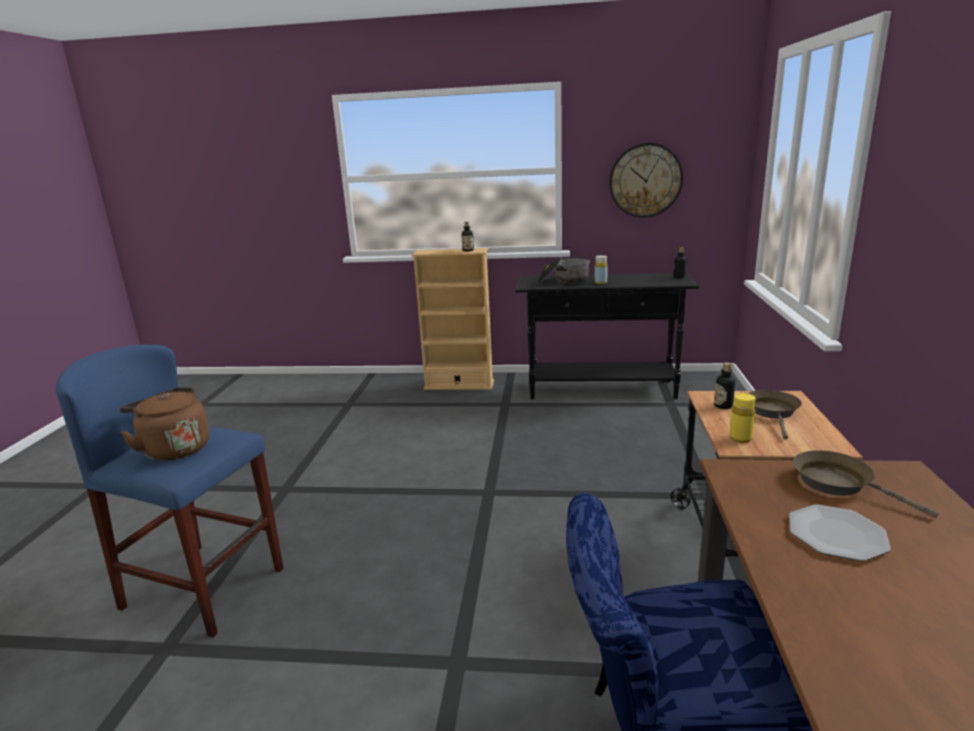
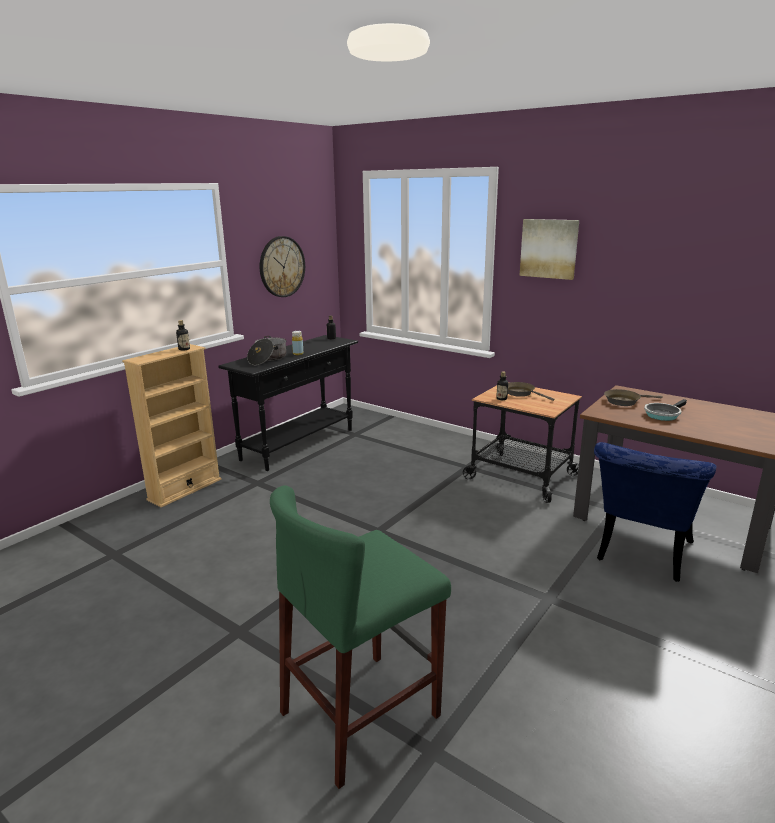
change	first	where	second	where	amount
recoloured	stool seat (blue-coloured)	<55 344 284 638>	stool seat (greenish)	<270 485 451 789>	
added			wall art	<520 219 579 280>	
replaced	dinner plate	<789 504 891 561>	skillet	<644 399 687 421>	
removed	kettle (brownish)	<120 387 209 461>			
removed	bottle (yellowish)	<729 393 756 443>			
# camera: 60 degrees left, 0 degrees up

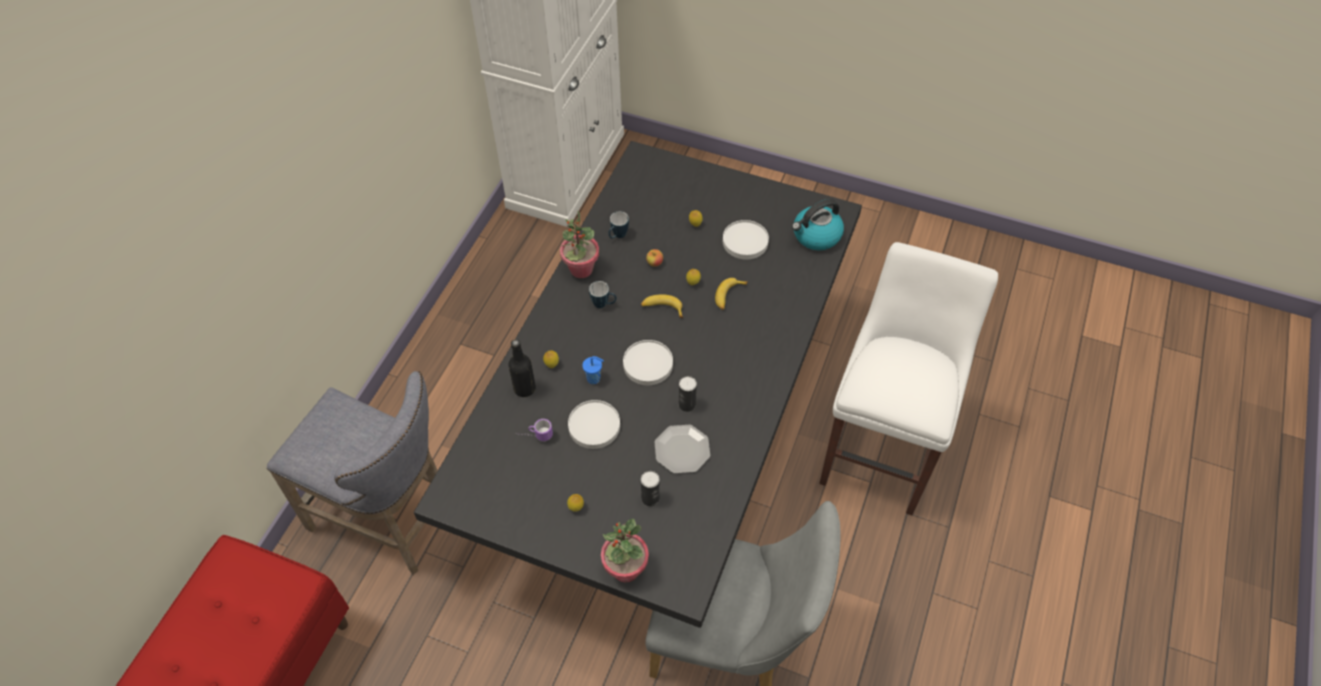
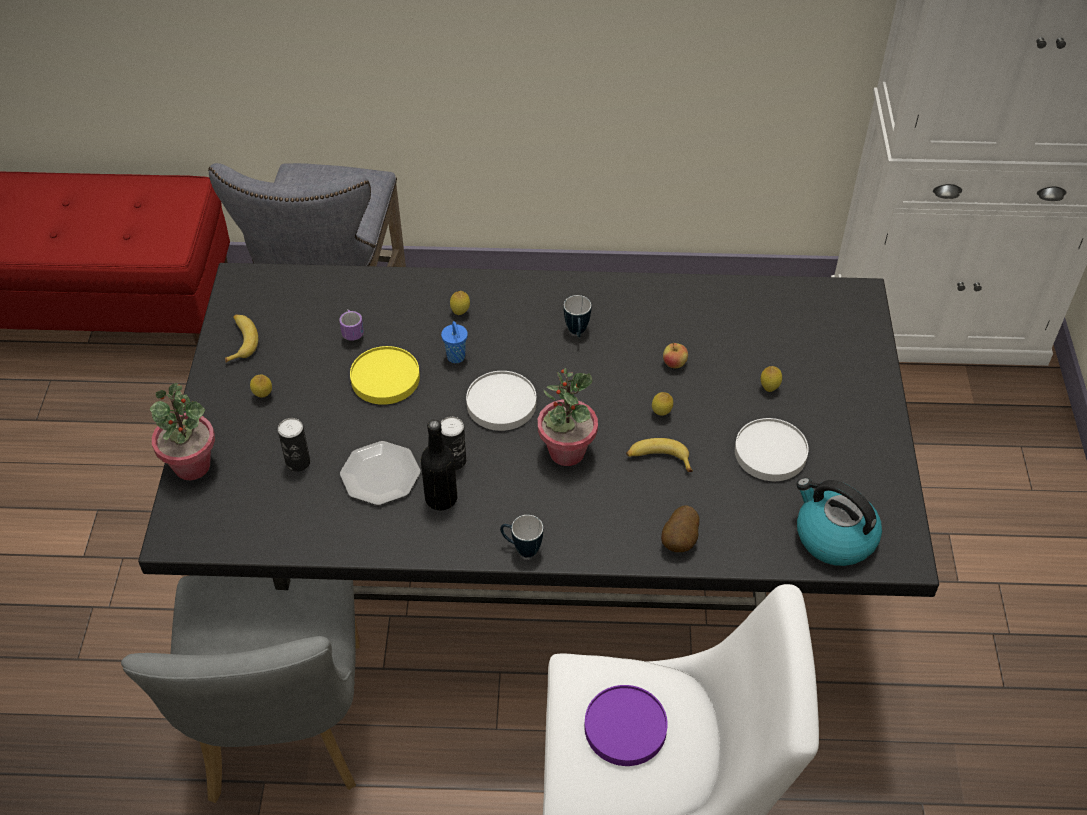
change	first	where	second	where	amount
moved	banana fruit	<641 294 683 318>		<225 314 258 363>	
recoloured	dinner plate (white)	<568 400 620 449>	dinner plate (yellowish)	<350 346 420 405>	
moved	bottle (black-coloured)	<508 339 536 397>		<421 420 457 511>	
moved	mug	<608 211 629 238>		<500 515 543 558>	
moved	potted plant	<560 211 599 278>		<538 368 598 466>	
added			dinner plate (purple)	<584 685 668 766>	
added			whole potato	<661 506 699 552>	
# camera: 70 degrees right, 5 degrees down

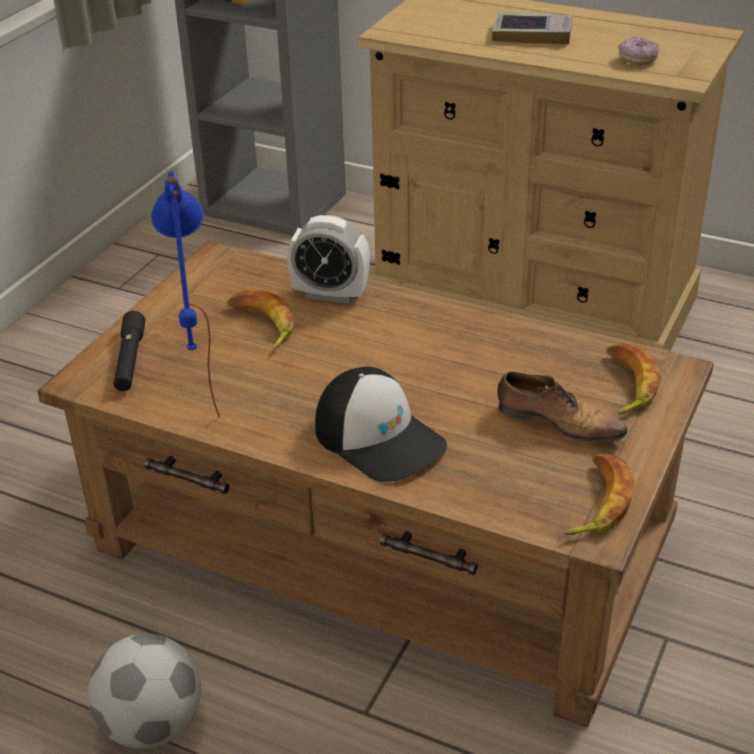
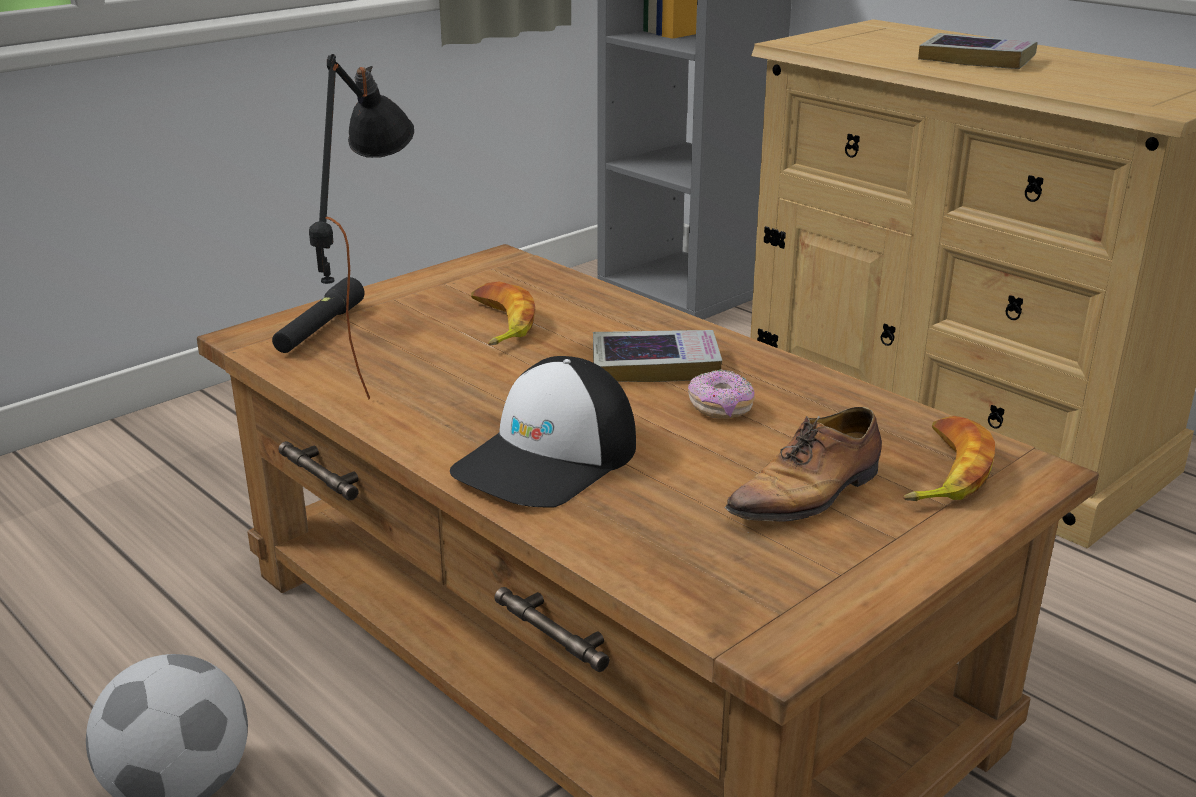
change	first	where	second	where	amount
recoloured	lamp for a table (blue-coloured)	<151 172 220 418>	lamp for a table (black-coloured)	<309 54 414 400>	
turned	peaked cap	<315 367 447 482>		<450 356 636 507>	60 degrees clockwise
added			bound book	<593 330 722 382>	
moved	ring doughnut	<618 37 659 65>		<688 370 755 419>	
turned	shoe	<498 372 628 442>		<725 407 882 533>	90 degrees clockwise
removed	table clock	<287 215 370 304>			
removed	banana fruit	<564 454 634 535>			
# camera: 20 degrees right, 10 degrees down

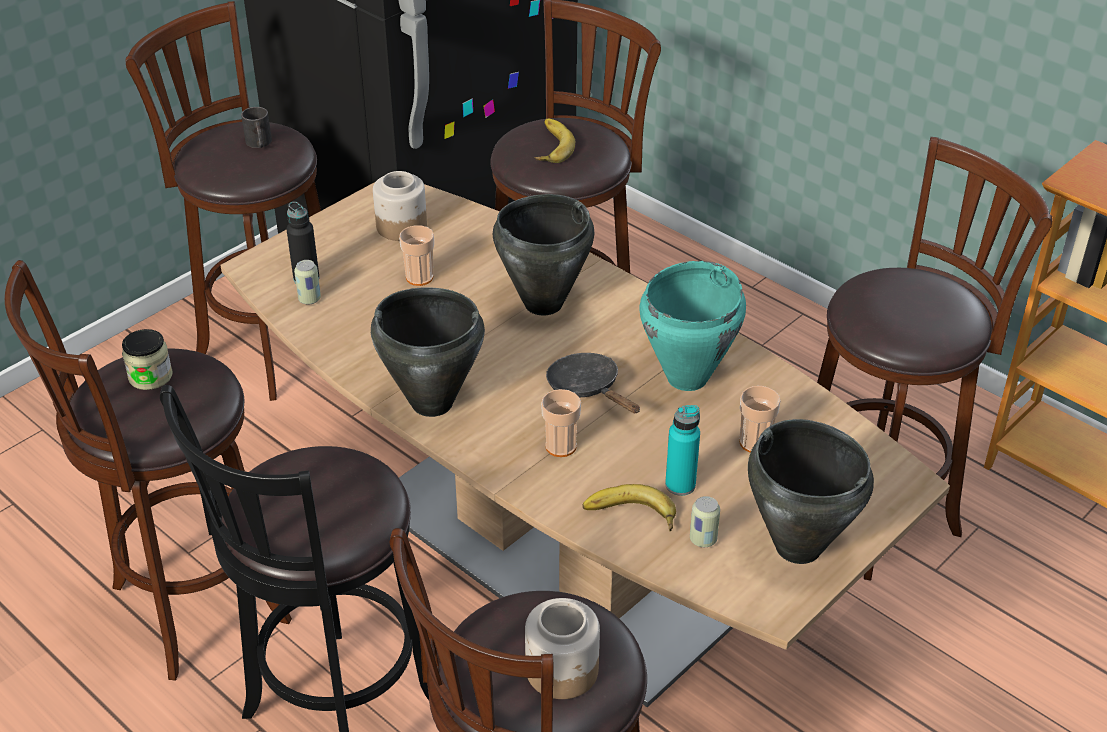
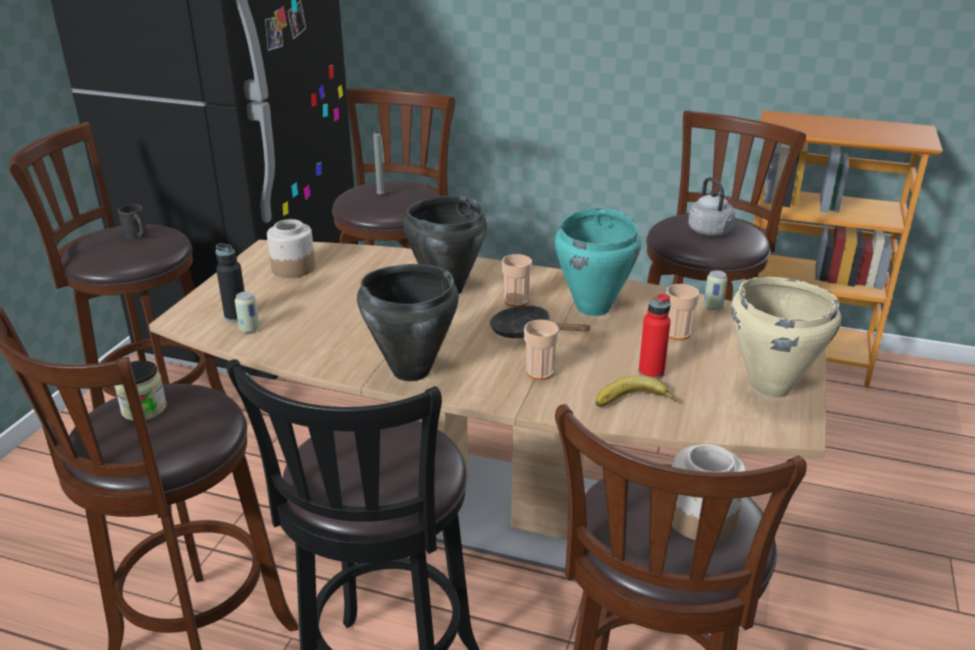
change	first	where	second	where	amount
replaced	banana fruit	<534 119 575 163>	wax candle (gray)	<371 129 385 196>	
moved	cup	<399 225 434 286>		<502 254 532 307>	
recoloured	bottle (blue-green)	<665 405 700 496>	bottle (red)	<638 293 671 379>	
added			kettle (gray)	<688 177 735 236>	
moved	can	<690 496 720 547>		<704 270 728 310>	
recoloured	stockpot (black-coloured)	<748 419 874 564>	stockpot (beige-coloured)	<732 277 841 398>	
# camera: 25 degrees left, 10 degrees down

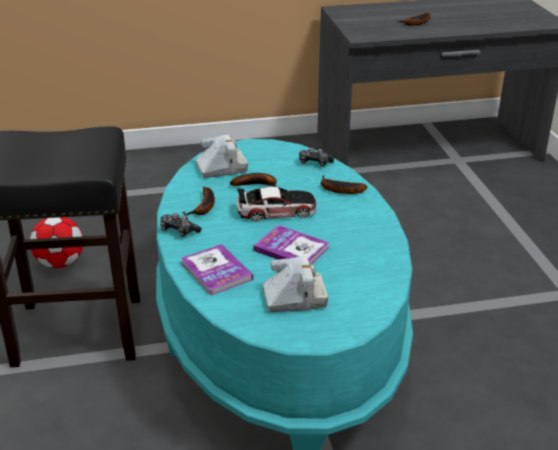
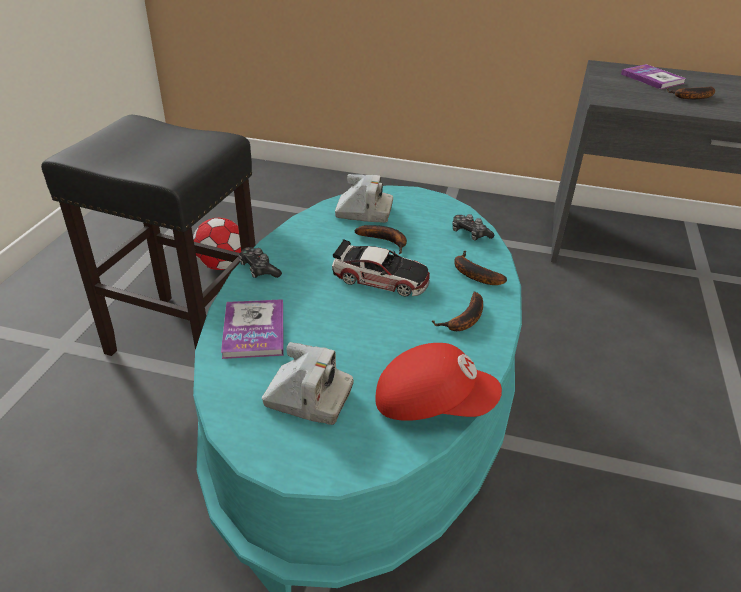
change	first	where	second	where	amount
added			peaked cap (red)	<375 343 502 421>	
moved	banana fruit	<183 187 215 215>		<432 292 483 331>	
moved	bound book	<254 225 330 265>		<621 64 686 89>	
# camera: 25 degrees right, 5 degrees up

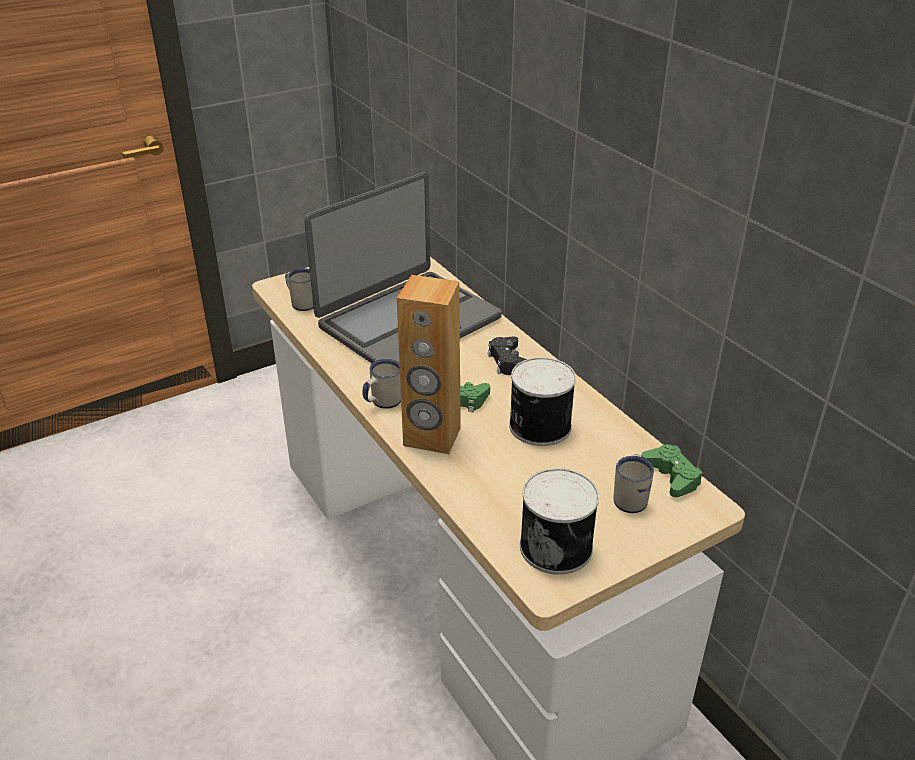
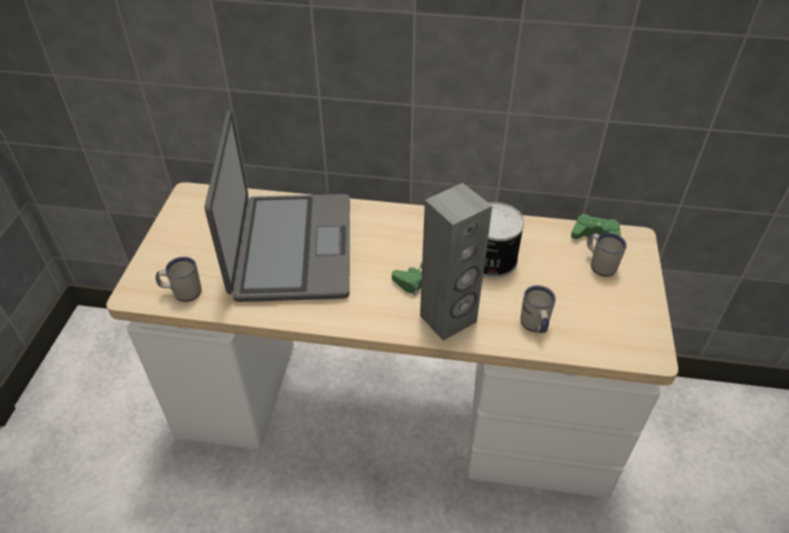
change	first	where	second	where	amount
recoloured	speaker (brownish)	<397 275 461 454>	speaker (gray)	<420 183 492 341>	
moved	mug (white)	<362 359 401 409>		<520 285 556 333>	
removed	game controller (black-coloured)	<487 336 527 375>			
removed	can	<520 468 599 575>			
# camera: 50 degrees left, 10 degrees up

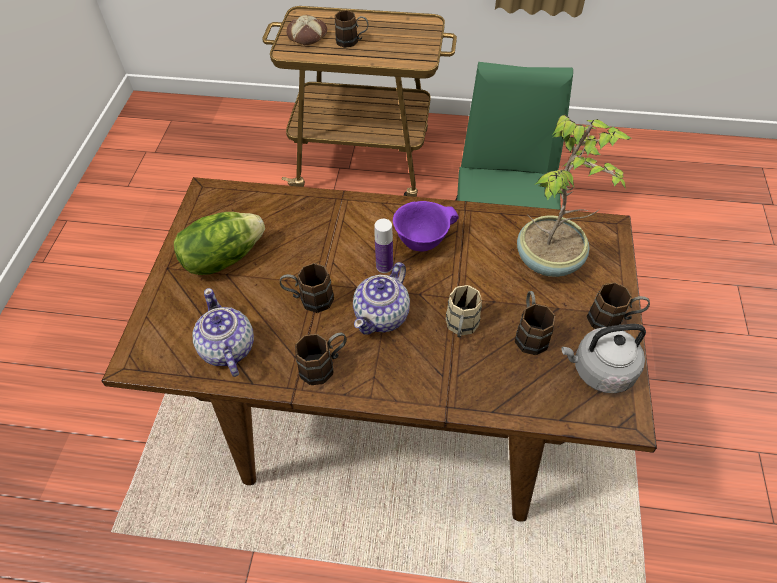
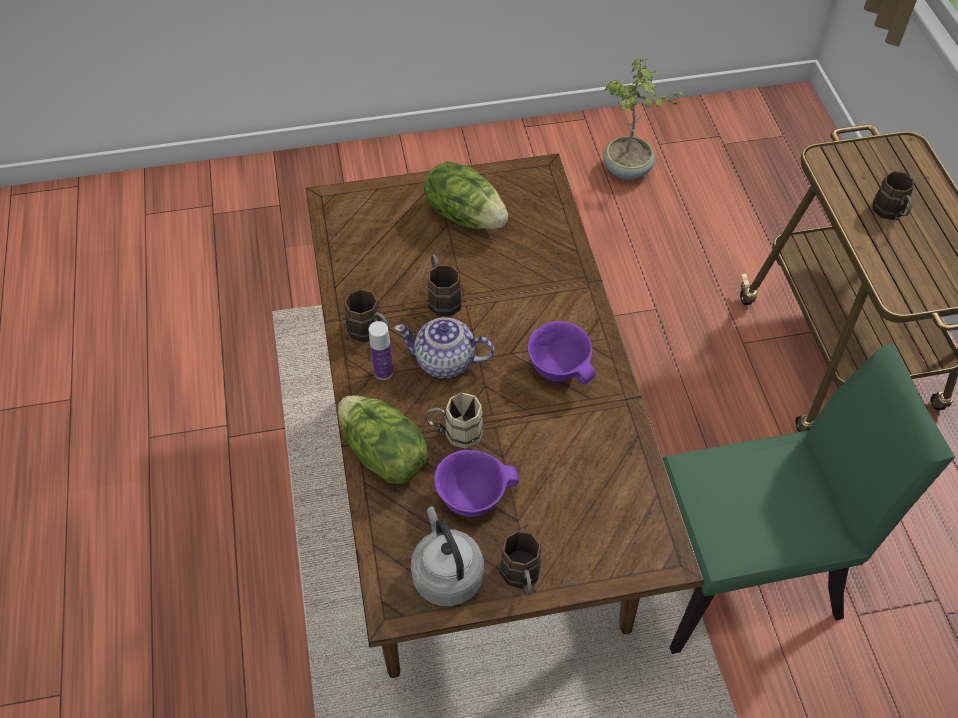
change	first	where	second	where	amount
added			lettuce head	<338 395 428 484>	
moved	bottle	<374 219 393 273>		<369 321 393 380>	
replaced	mug (brownish)	<515 291 556 355>	deep dish (purple)	<434 450 519 517>	
moved	potted plant	<517 115 633 277>		<603 58 686 180>	
removed	tea pot	<192 288 254 377>			
removed	baked bread	<286 15 327 45>			
# camera: 70 degrees right, 0 degrees up

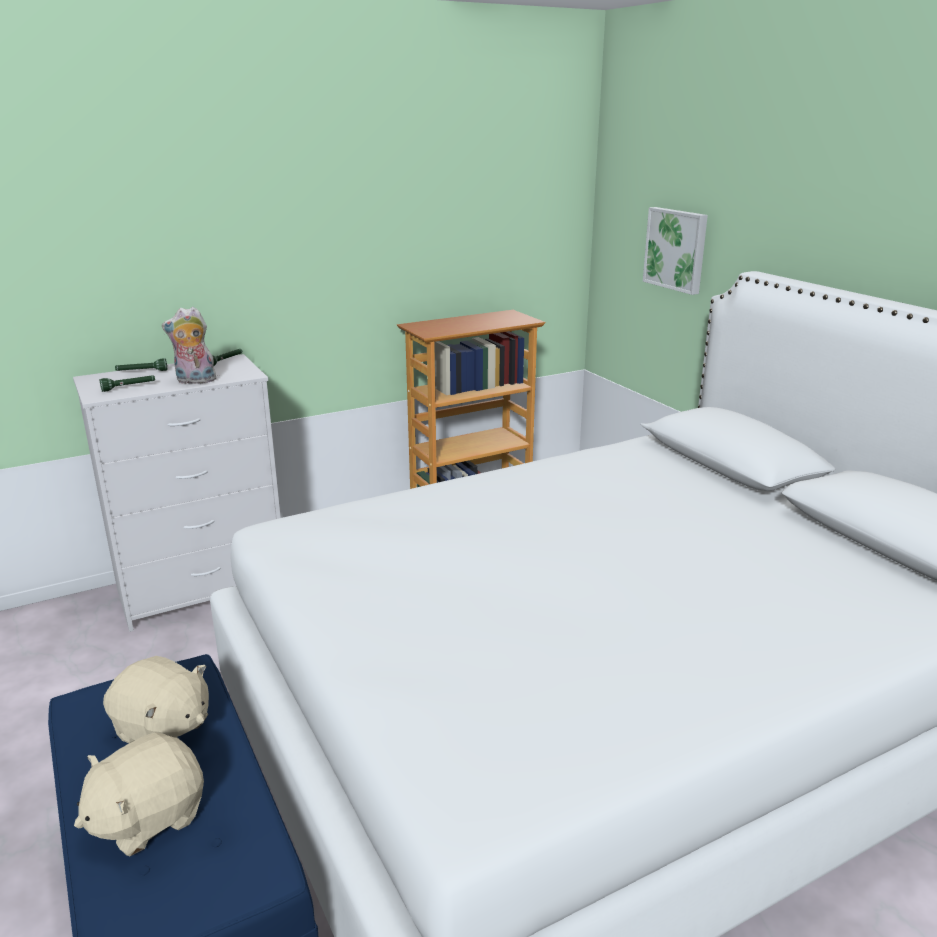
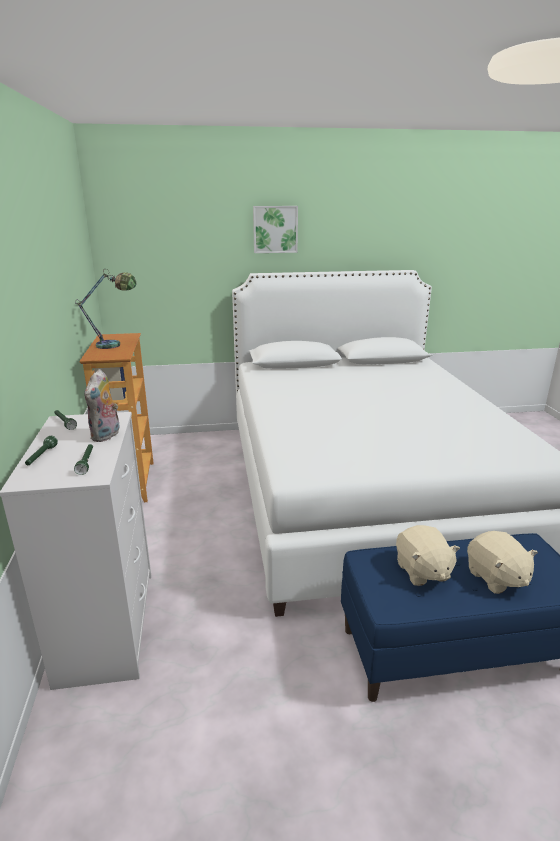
change	first	where	second	where	amount
added			lamp for a table	<75 269 137 349>	
moved	wall art	<643 207 708 295>		<253 206 298 253>	
turned	soft toy (beige-coloured)	<103 656 209 743>		<396 525 460 586>	120 degrees clockwise
# camera: 70 degrees left, 0 degrees up

